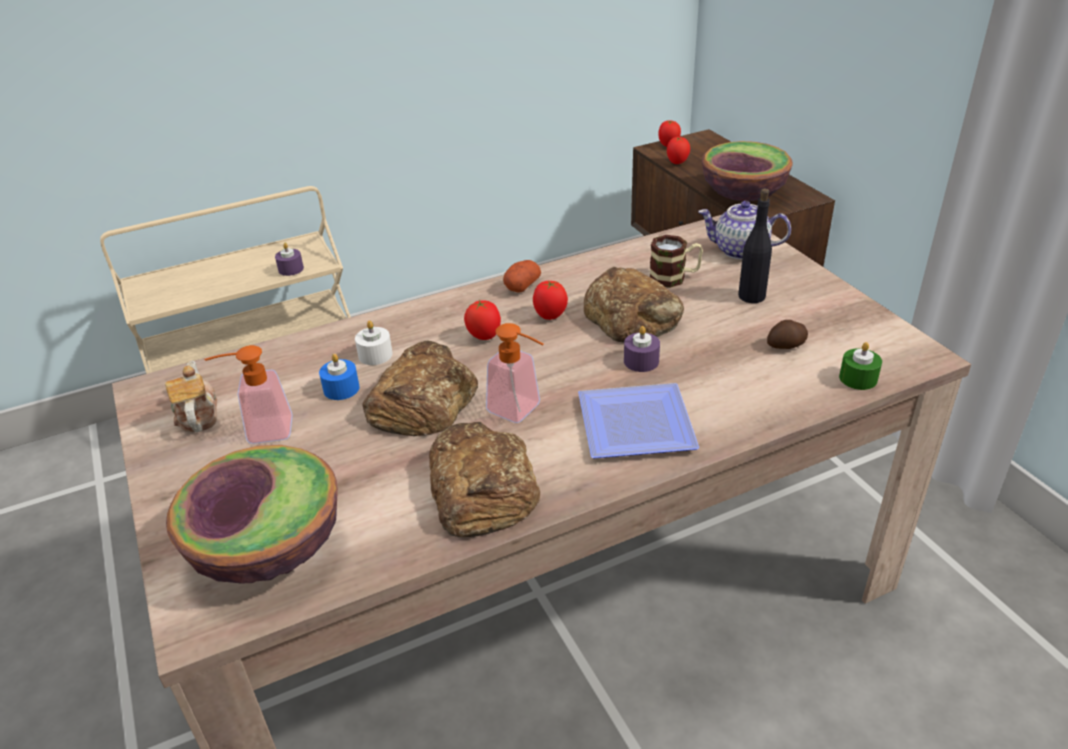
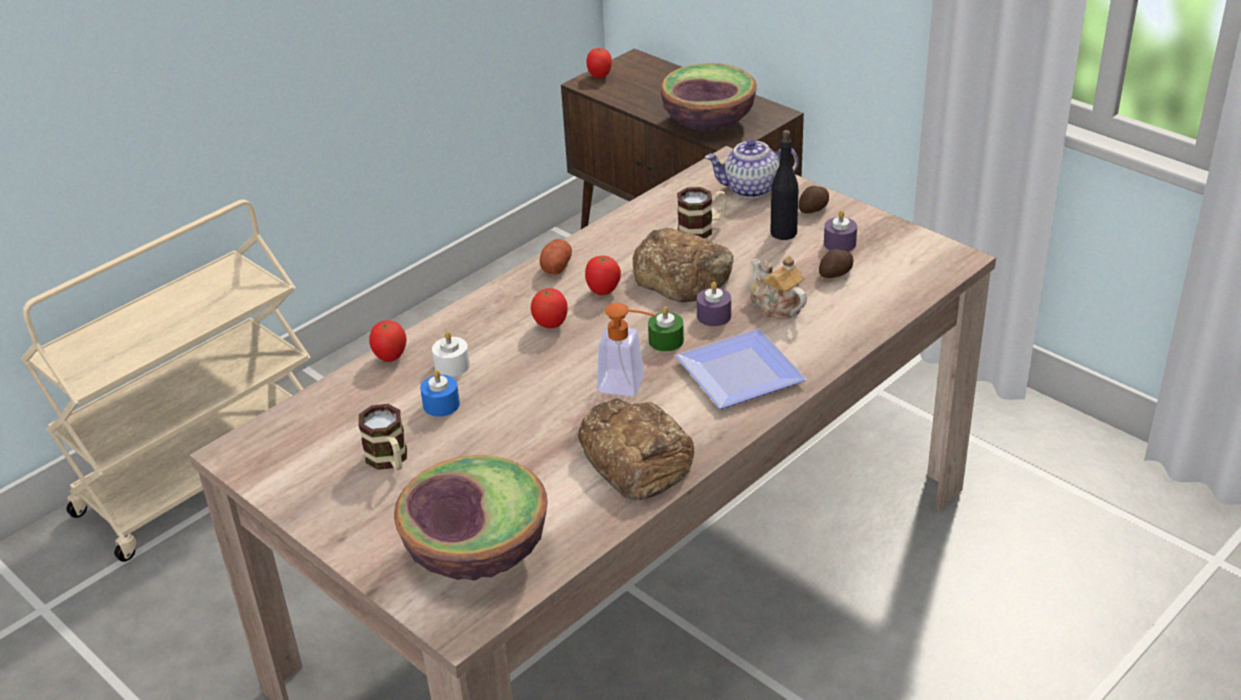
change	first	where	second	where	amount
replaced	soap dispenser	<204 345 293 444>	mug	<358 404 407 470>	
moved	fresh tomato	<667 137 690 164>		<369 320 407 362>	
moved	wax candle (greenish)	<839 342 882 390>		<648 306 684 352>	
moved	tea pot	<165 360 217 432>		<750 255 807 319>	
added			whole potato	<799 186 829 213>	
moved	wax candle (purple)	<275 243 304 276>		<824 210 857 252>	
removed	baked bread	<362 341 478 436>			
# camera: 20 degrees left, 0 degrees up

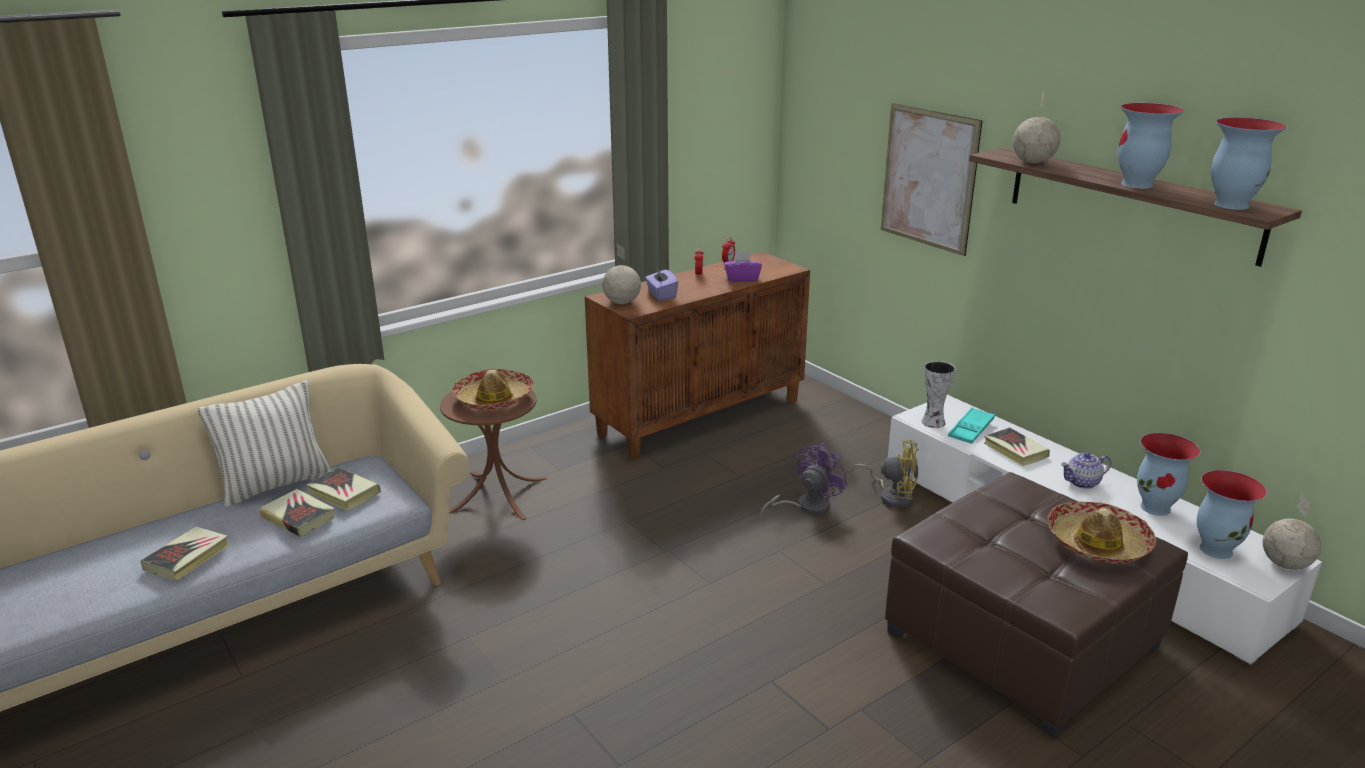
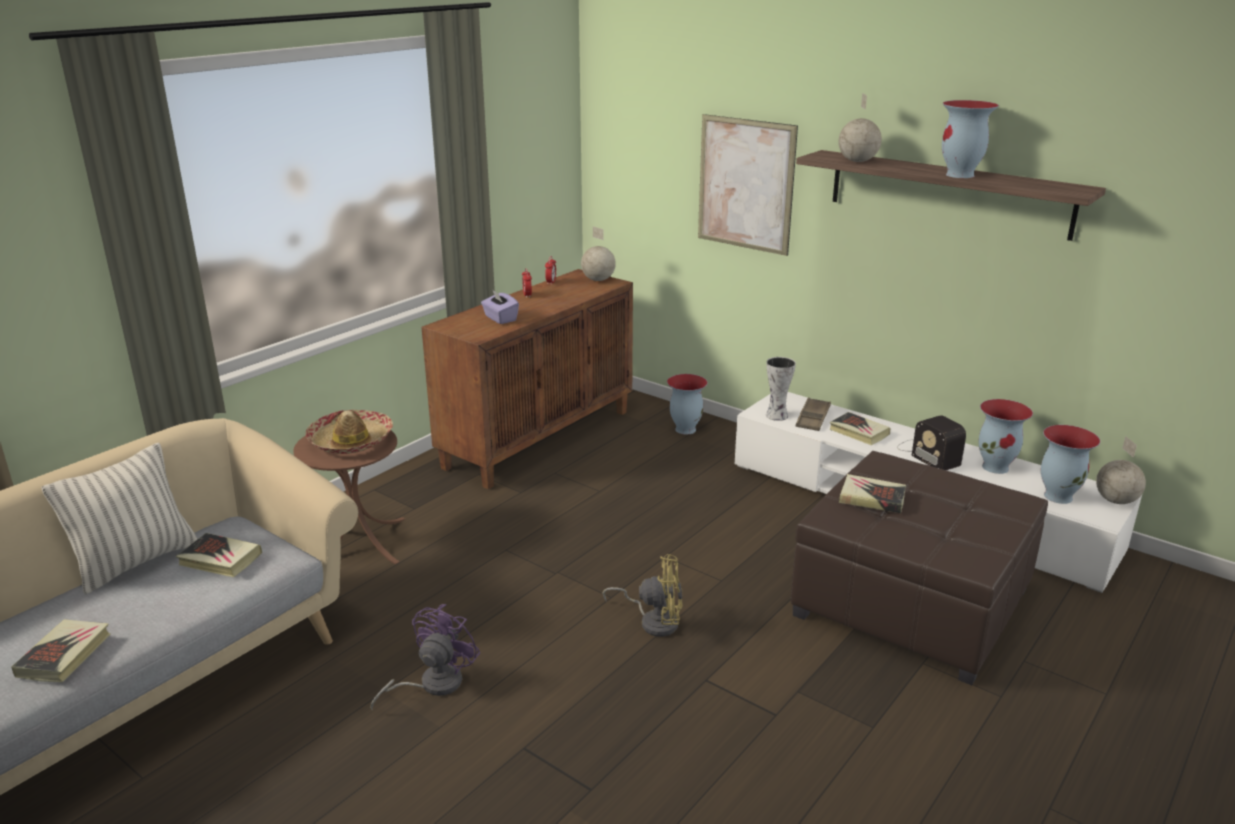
change	first	where	second	where	amount
moved	cooling fan (purple)	<760 443 848 515>		<370 604 481 710>	
moved	world globe	<602 244 641 304>		<581 226 616 281>	
moved	cooling fan (yellowish)	<852 440 918 508>		<603 554 683 637>	
moved	vase	<1211 117 1287 210>		<667 374 708 435>	
recoloured	carrying tray (blue-green)	<948 407 995 444>	carrying tray (brownish)	<795 398 831 431>	
moved	bound book	<259 489 335 537>		<839 474 906 513>	
replaced	tea pot	<1061 452 1111 489>	radio	<897 415 966 470>	
removed	tissue holder (purple)	<724 251 762 282>			
removed	hat	<1047 502 1156 564>			
# camera: 15 degrees left, 0 degrees up

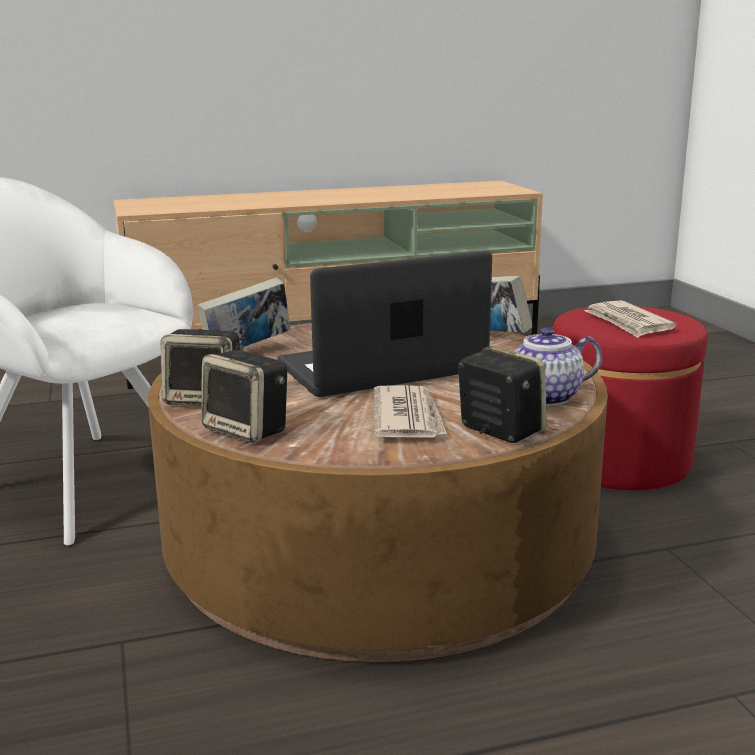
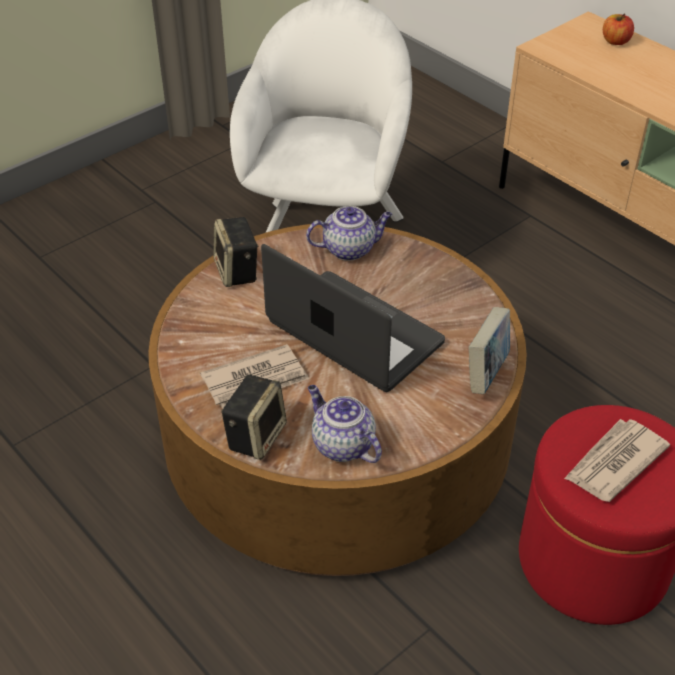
change	first	where	second	where	amount
replaced	bound book	<197 277 290 347>	tea pot	<306 206 392 261>	
added			apple	<603 13 634 45>	
removed	speaker	<201 350 287 443>			
# camera: 65 degrees right, 25 degrees up

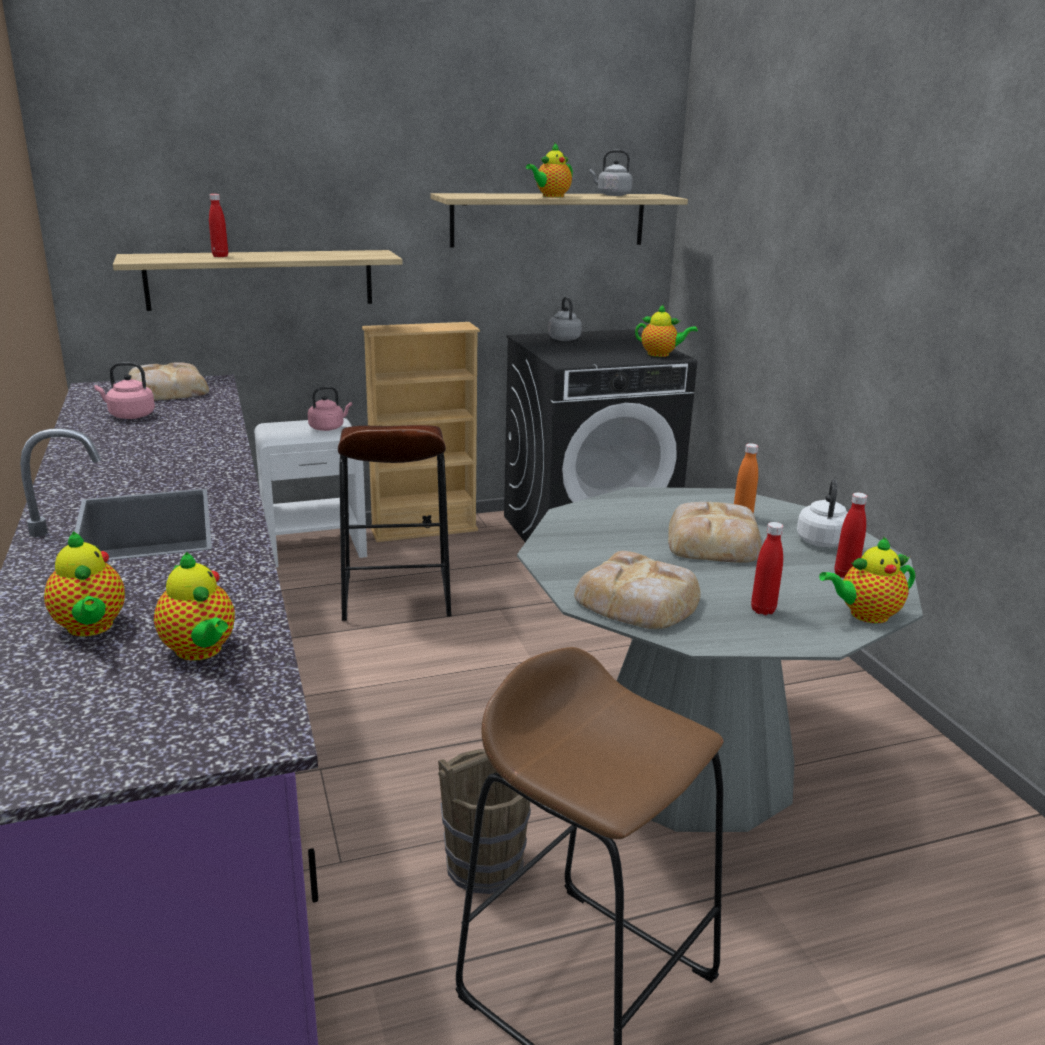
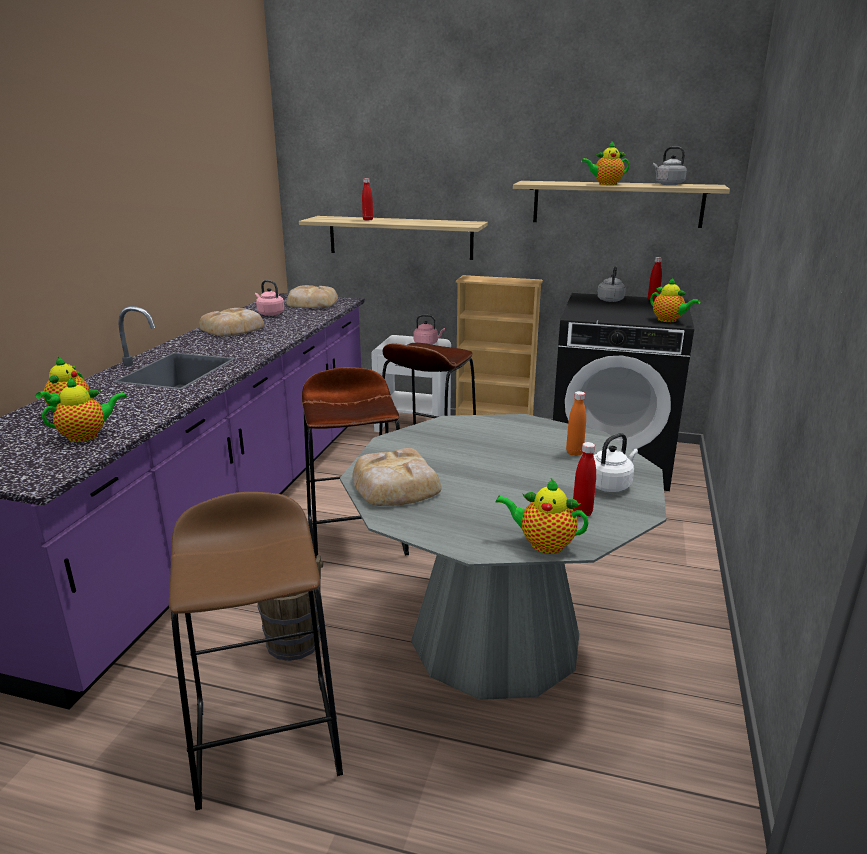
change	first	where	second	where	amount
turned	tea pot	<154 552 235 661>		<42 377 127 442>	120 degrees counterclockwise
moved	baked bread	<668 502 762 563>		<198 308 264 336>	
added			stool seat (brownish)	<302 367 409 558>	
moved	bottle (red)	<751 522 783 615>		<648 257 662 301>	
# camera: 35 degrees right, 0 degrees up

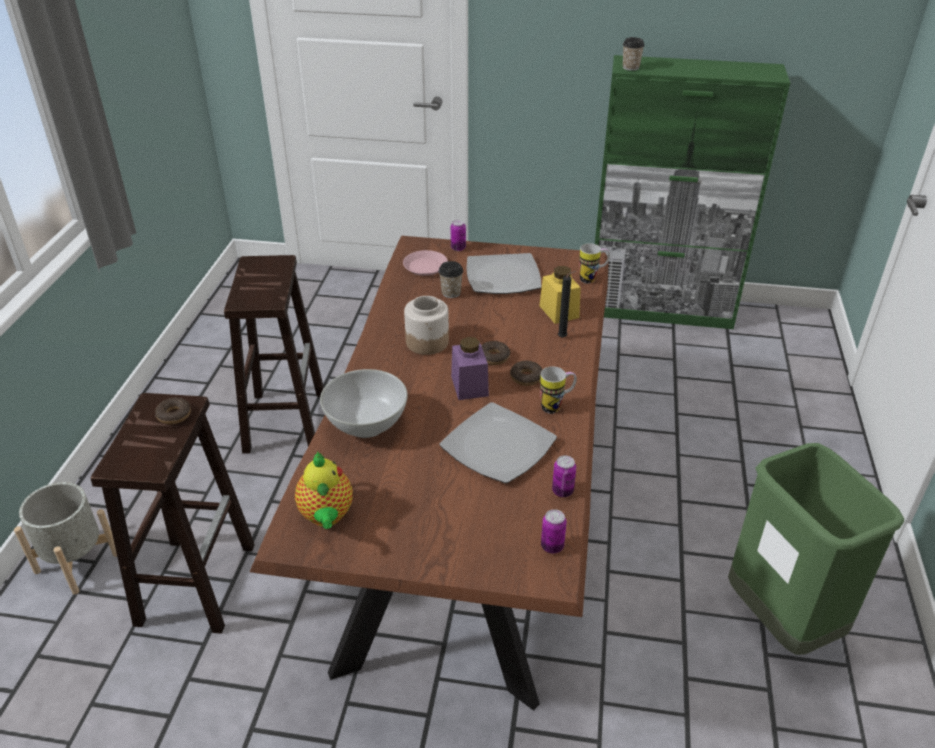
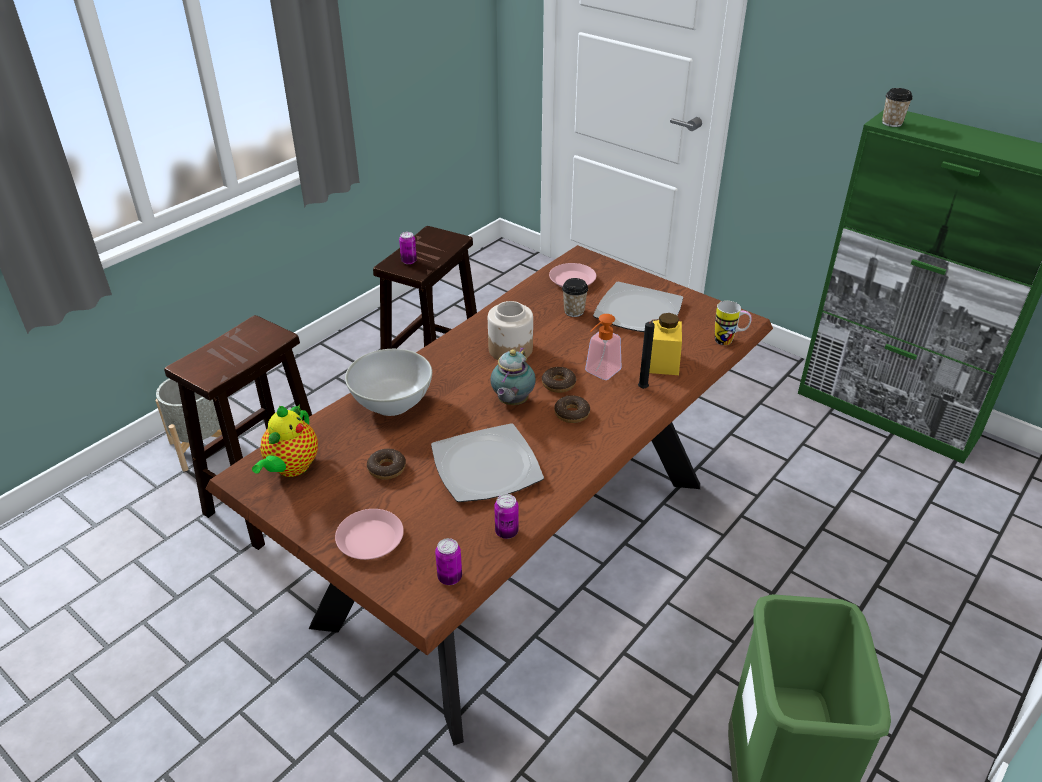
change	first	where	second	where	amount
added			dinner plate (pink)	<335 509 404 560>	
moved	ring doughnut	<155 397 191 424>		<367 449 406 480>	
moved	can	<451 220 466 251>		<399 232 417 264>	
replaced	jar (purple)	<451 337 489 400>	tea pot	<490 347 536 405>	
added			soap dispenser	<585 314 622 380>	
removed	mug	<540 366 577 414>			
# camera: 30 degrees right, 0 degrees up

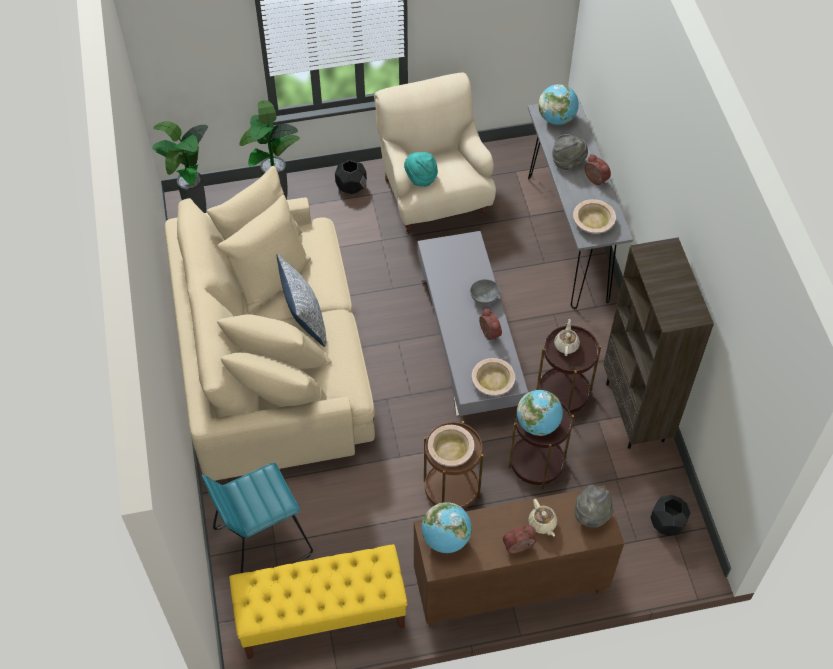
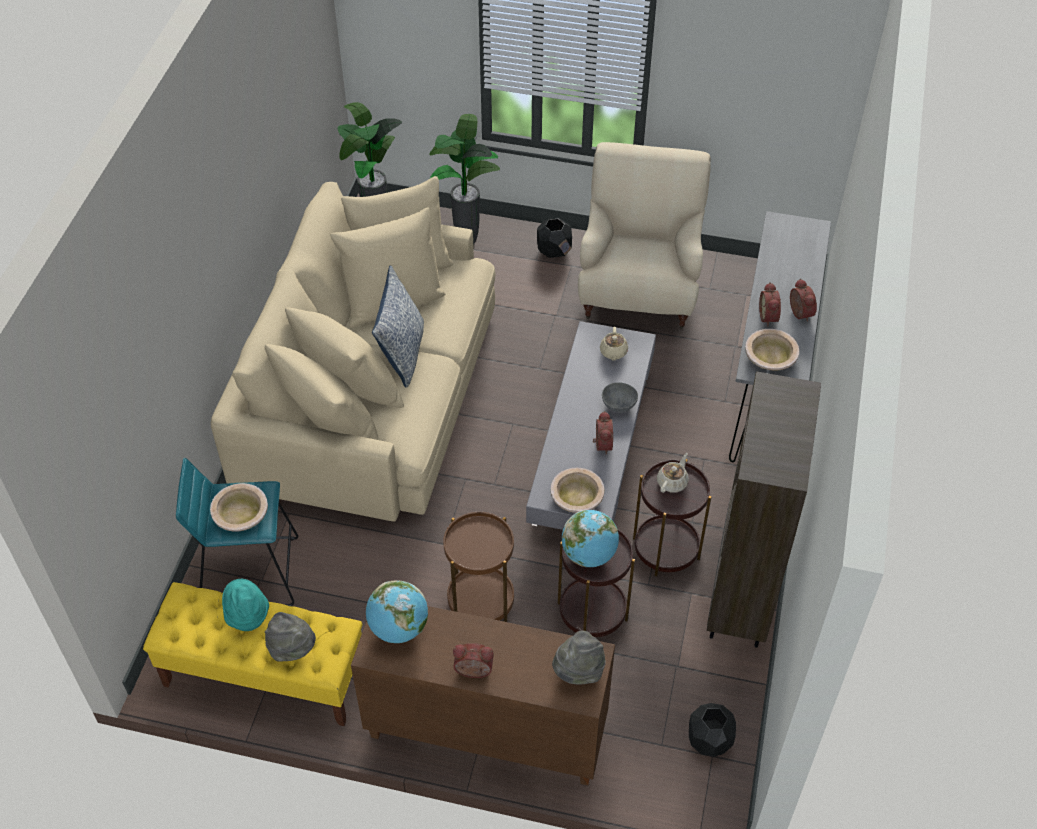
change	first	where	second	where	amount
moved	deep dish (beige-coloured)	<428 425 474 467>		<210 483 268 532>	
moved	hat (blue-green)	<404 152 438 187>		<222 579 269 631>	
moved	hat (gray)	<552 134 588 170>		<265 612 316 662>	
moved	tea pot (beige-coloured)	<528 499 557 537>		<600 327 628 361>	
added			table clock	<759 282 781 326>	
removed	world globe	<539 84 579 125>			
# camera: 25 degrees right, 5 degrees down

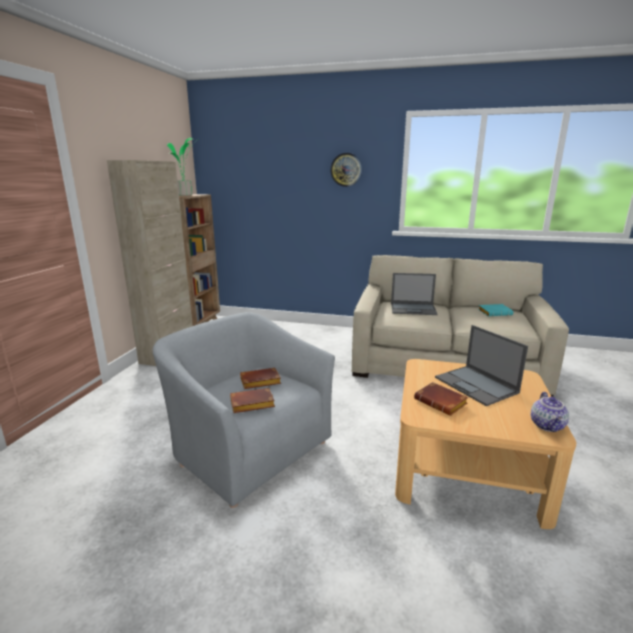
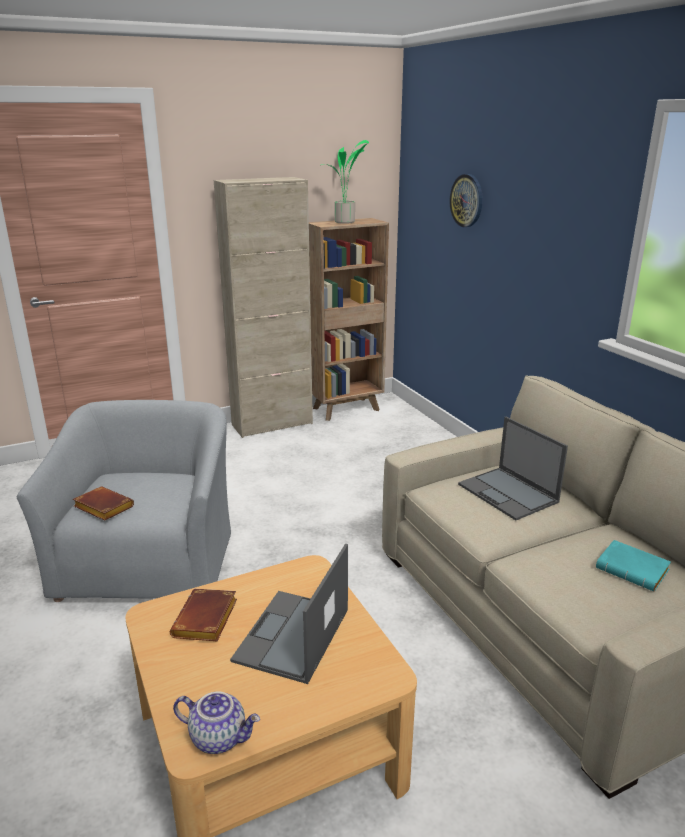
change	first	where	second	where	amount
turned	tea pot	<531 392 569 432>		<173 691 260 754>	135 degrees counterclockwise
moved	wall clock	<330 153 363 187>		<450 174 483 227>	
removed	bound book (brownish)	<240 368 281 389>			
# camera: 50 degrees right, 5 degrees up

